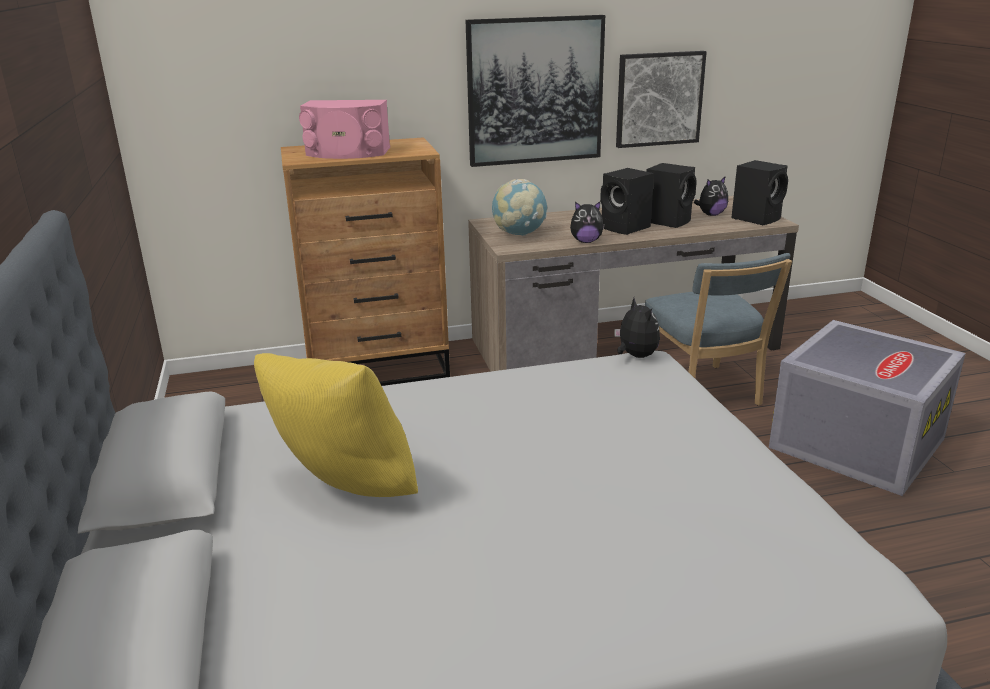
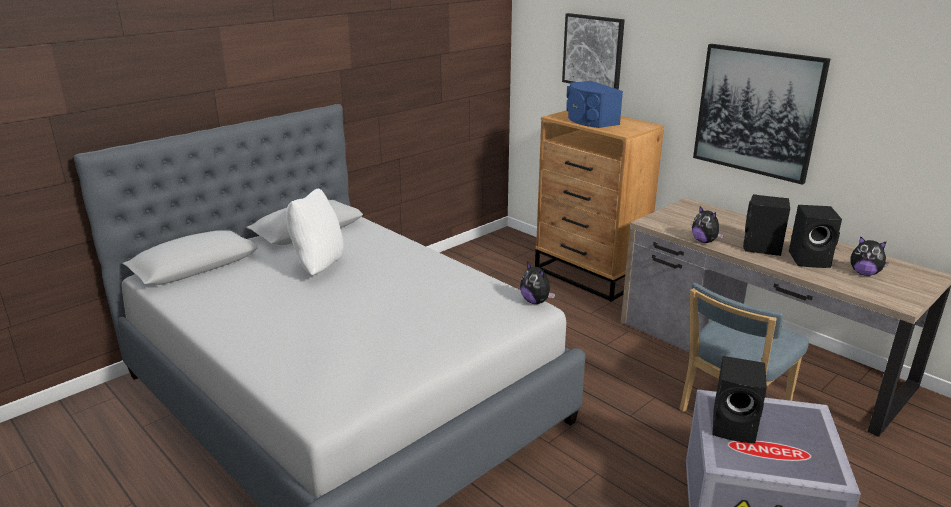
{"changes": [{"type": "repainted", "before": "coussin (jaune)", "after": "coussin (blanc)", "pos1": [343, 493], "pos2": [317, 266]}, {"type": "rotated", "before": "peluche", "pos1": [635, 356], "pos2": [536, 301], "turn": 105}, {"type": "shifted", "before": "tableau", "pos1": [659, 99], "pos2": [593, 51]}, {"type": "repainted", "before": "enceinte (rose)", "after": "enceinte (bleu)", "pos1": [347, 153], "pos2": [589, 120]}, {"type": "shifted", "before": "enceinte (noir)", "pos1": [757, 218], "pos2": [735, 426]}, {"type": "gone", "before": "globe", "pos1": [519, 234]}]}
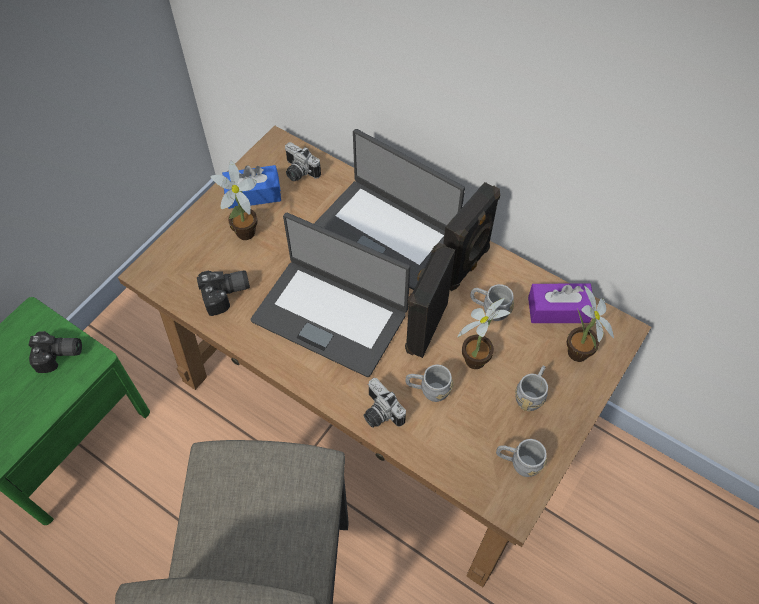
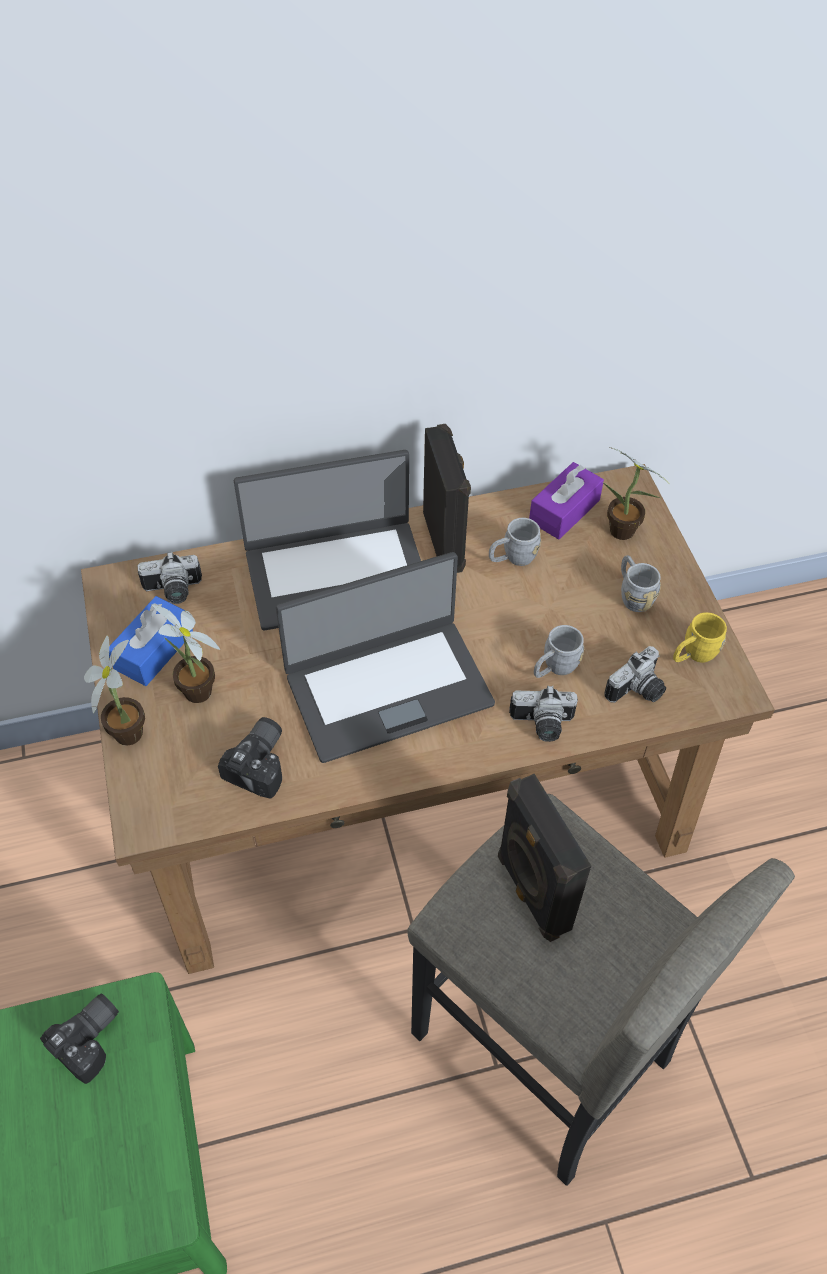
{"changes": [{"type": "shifted", "before": "plante en pot", "pos1": [478, 358], "pos2": [130, 729]}, {"type": "shifted", "before": "enceinte (noir)", "pos1": [425, 326], "pos2": [531, 893]}, {"type": "new", "after": "appareil photo", "pos2": [638, 691]}, {"type": "repainted", "before": "mug (gris)", "after": "mug (jaune)", "pos1": [518, 463], "pos2": [693, 655]}]}
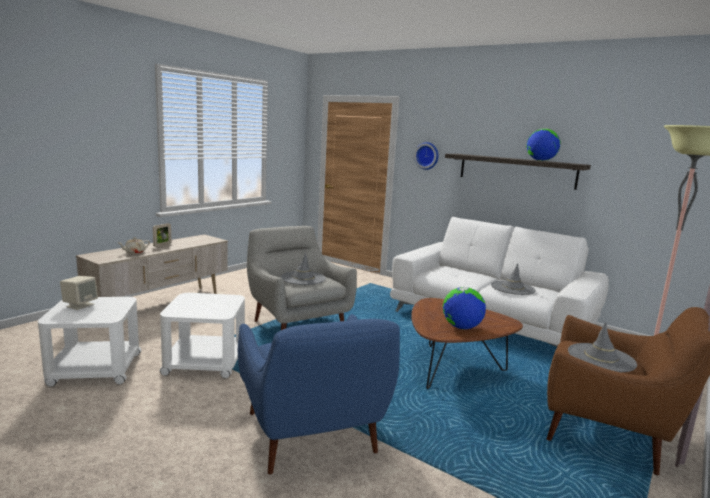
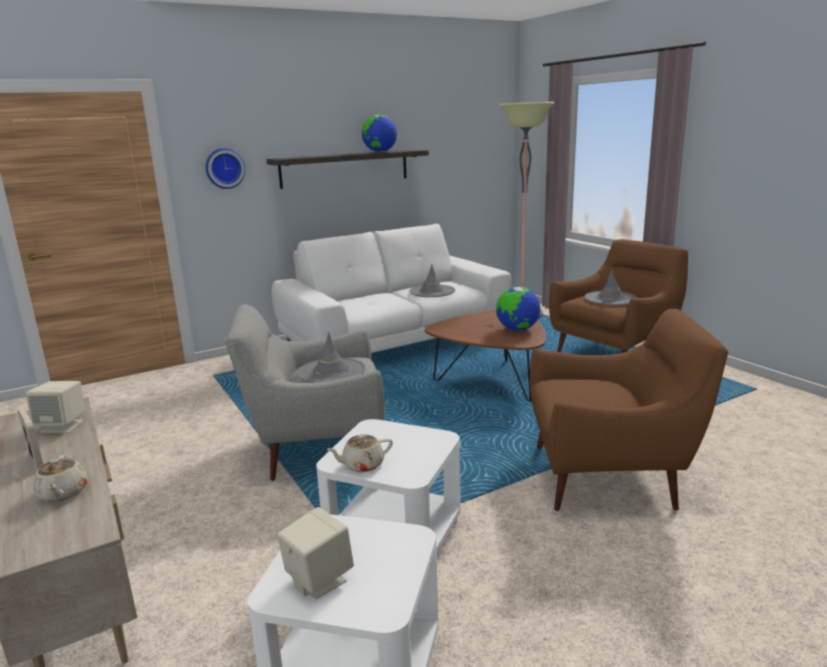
{"changes": [{"type": "new", "after": "enceinte (beige)", "pos2": [63, 426]}, {"type": "new", "after": "théière (beige)", "pos2": [362, 465]}, {"type": "repainted", "before": "fauteuil (bleu)", "after": "fauteuil (marron)", "pos1": [312, 437], "pos2": [610, 476]}]}
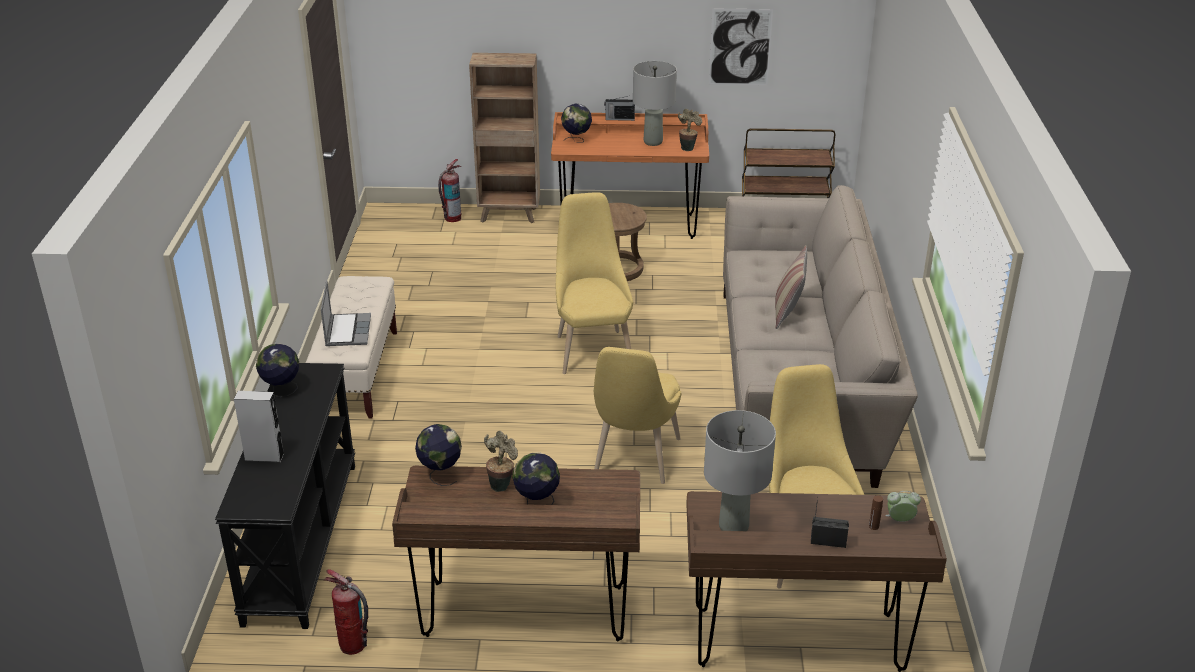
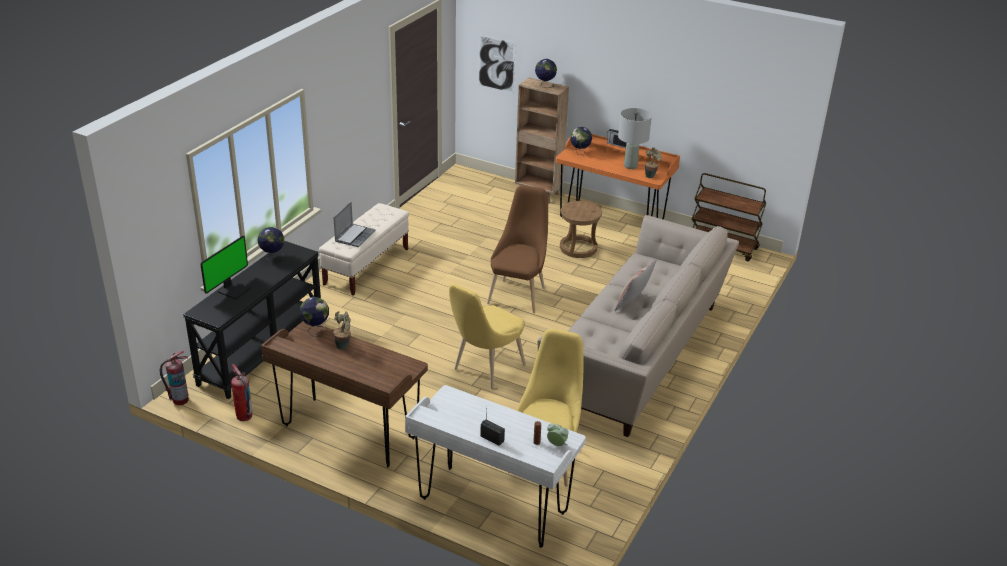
{"changes": [{"type": "shifted", "before": "extincteur", "pos1": [452, 218], "pos2": [180, 400]}, {"type": "swapped", "before": "enceinte (gris)", "after": "écran d'ordinateur", "pos1": [264, 457], "pos2": [233, 290]}, {"type": "repainted", "before": "bureau (marron)", "after": "bureau (blanc)", "pos1": [797, 641], "pos2": [492, 507]}, {"type": "shifted", "before": "tableau", "pos1": [740, 47], "pos2": [496, 64]}, {"type": "repainted", "before": "chaise (jaune)", "after": "chaise (marron)", "pos1": [592, 348], "pos2": [518, 293]}, {"type": "shifted", "before": "globe", "pos1": [537, 504], "pos2": [545, 85]}, {"type": "gone", "before": "lampe de table (gris)", "pos1": [733, 527]}]}
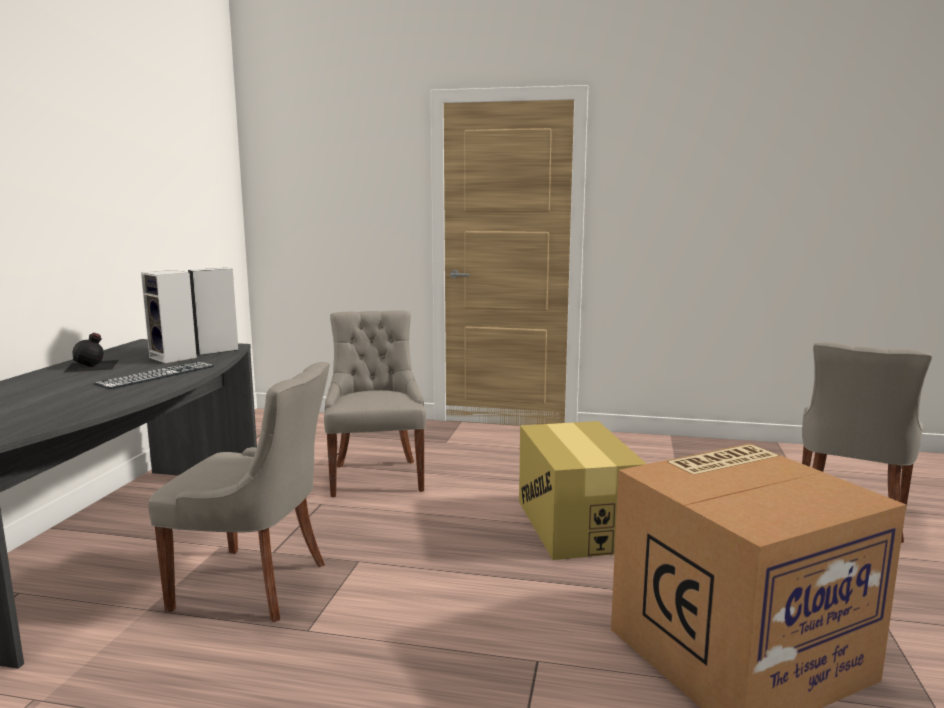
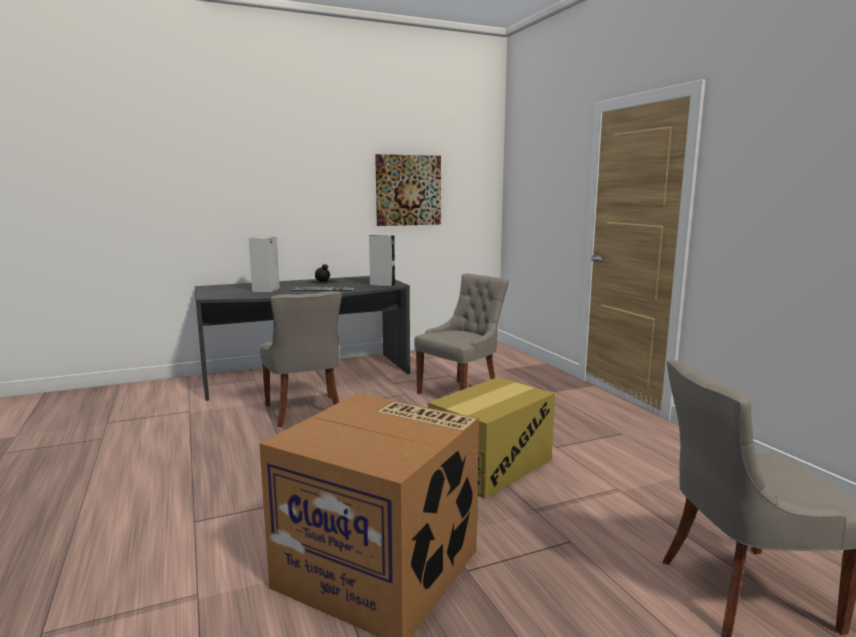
{"changes": [{"type": "shifted", "before": "enceinte", "pos1": [174, 358], "pos2": [266, 290]}, {"type": "new", "after": "tableau", "pos2": [408, 190]}]}
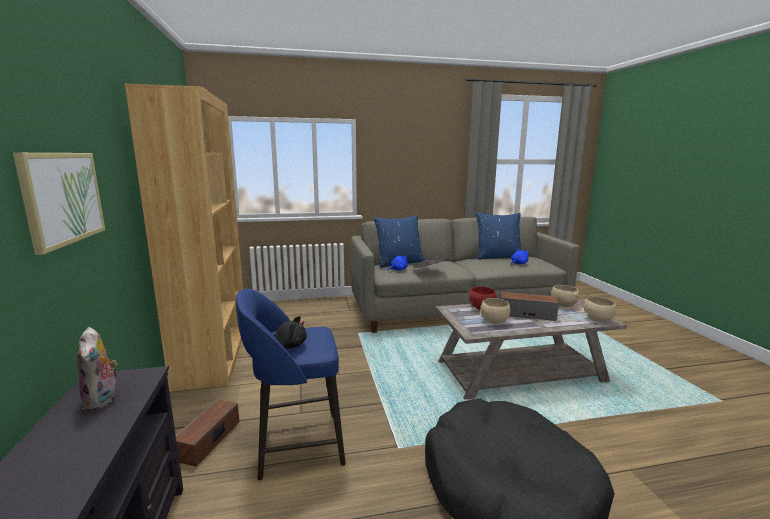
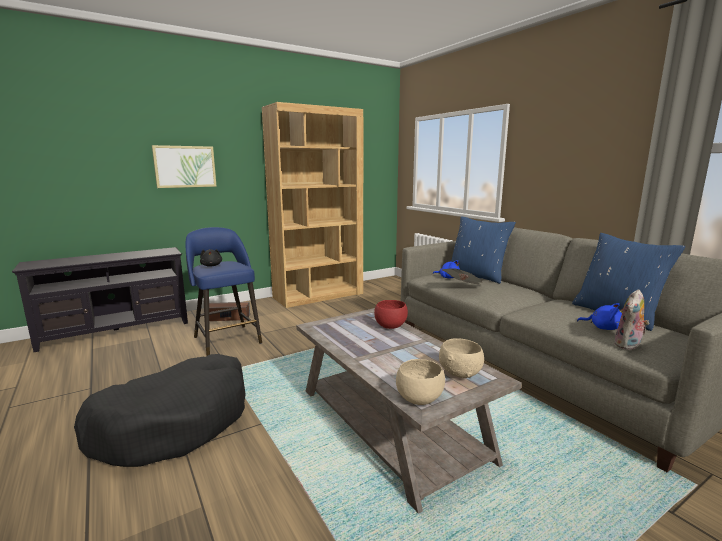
{"changes": [{"type": "shifted", "before": "peluche", "pos1": [102, 400], "pos2": [628, 345]}, {"type": "gone", "before": "bol (beige)", "pos1": [494, 321]}, {"type": "gone", "before": "enceinte", "pos1": [526, 314]}]}
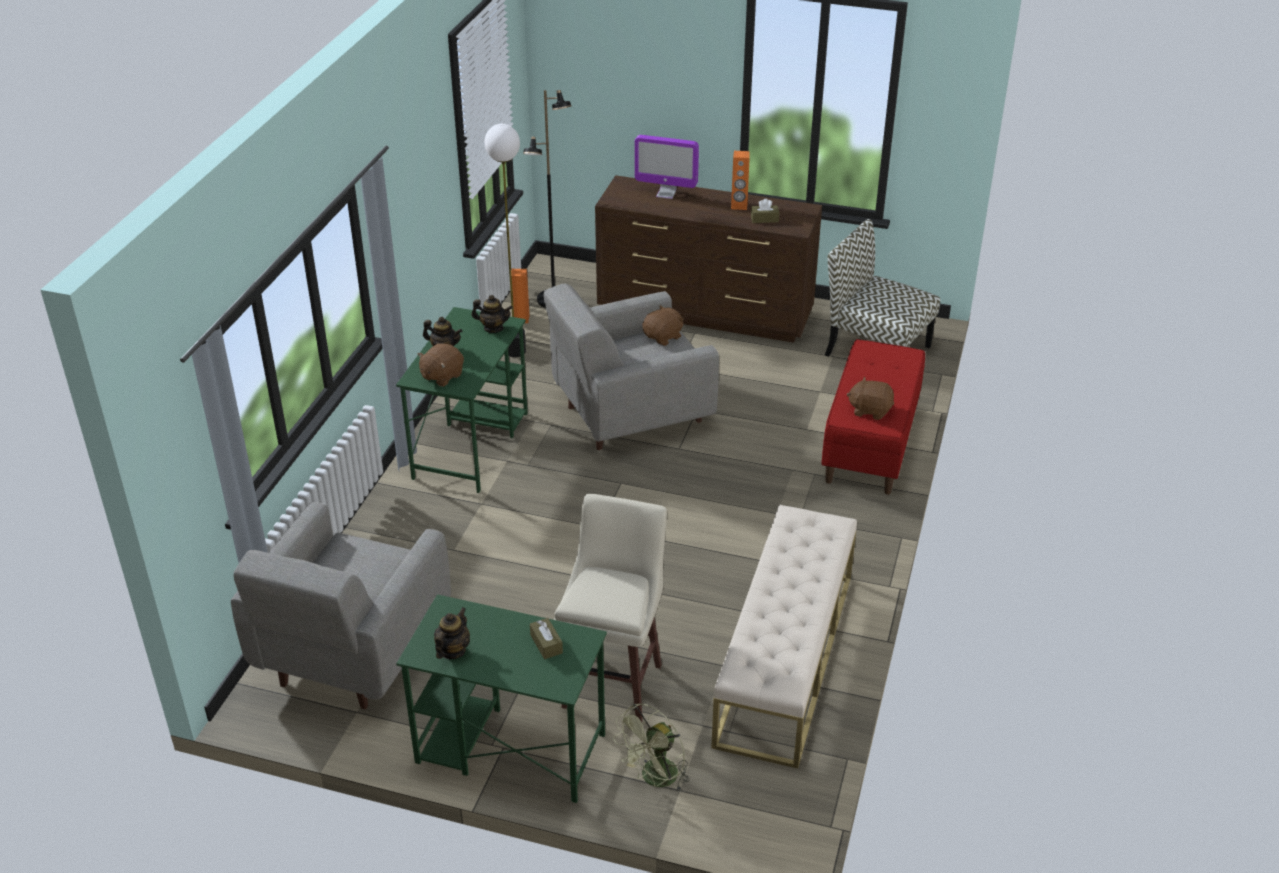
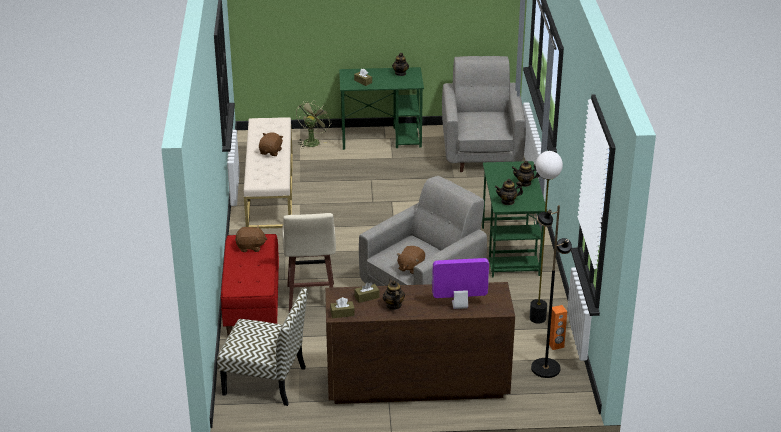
{"changes": [{"type": "shifted", "before": "peluche (marron)", "pos1": [441, 376], "pos2": [271, 152]}, {"type": "shifted", "before": "tabouret (beige)", "pos1": [614, 683], "pos2": [311, 299]}, {"type": "new", "after": "boîte à mouchoirs (marron)", "pos2": [342, 313]}, {"type": "swapped", "before": "enceinte (orange)", "after": "théière", "pos1": [739, 206], "pos2": [393, 305]}]}
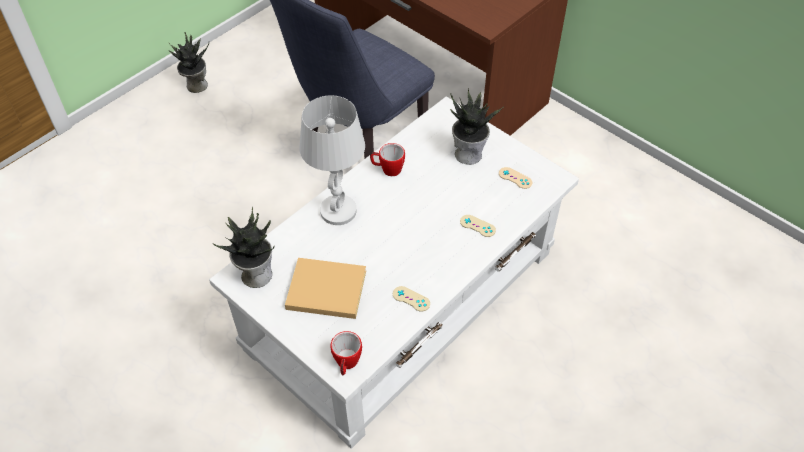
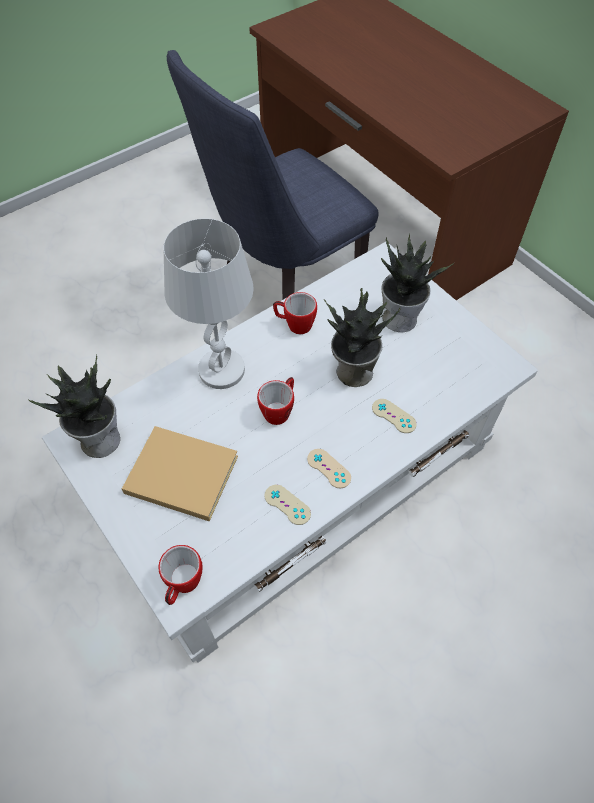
{"changes": [{"type": "new", "after": "mug", "pos2": [280, 410]}, {"type": "shifted", "before": "manette (beige)", "pos1": [515, 178], "pos2": [329, 468]}, {"type": "shifted", "before": "plante en pot", "pos1": [196, 85], "pos2": [352, 372]}]}
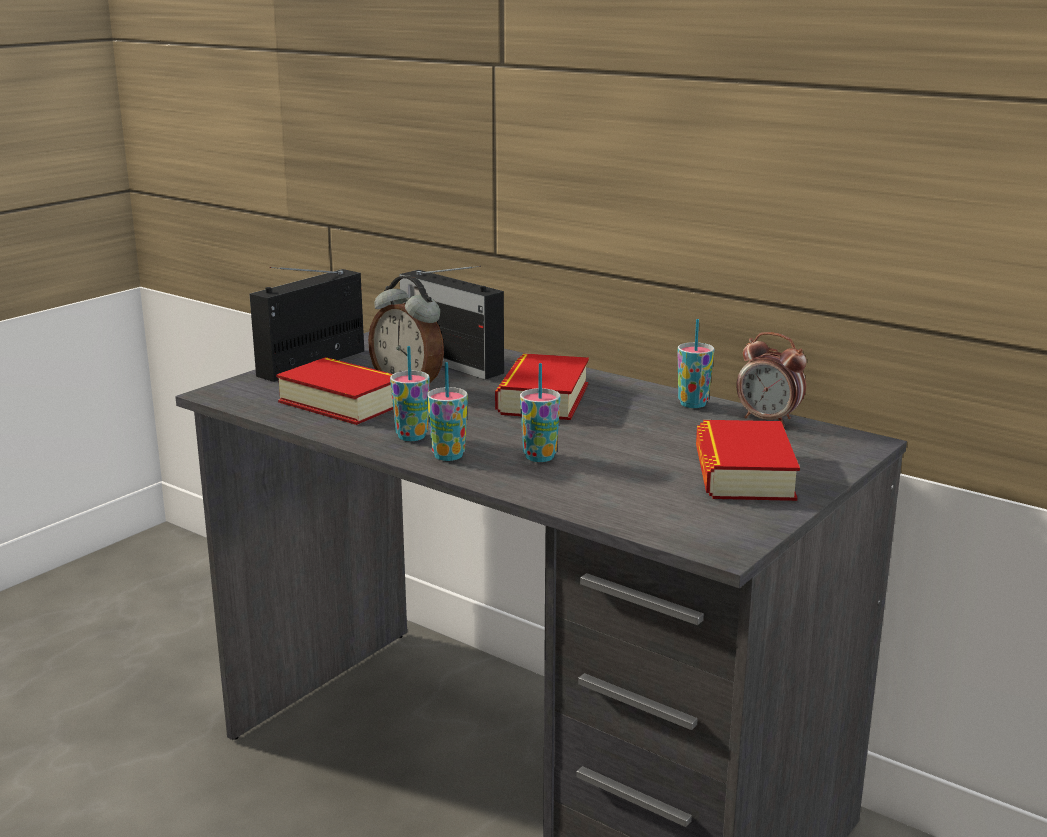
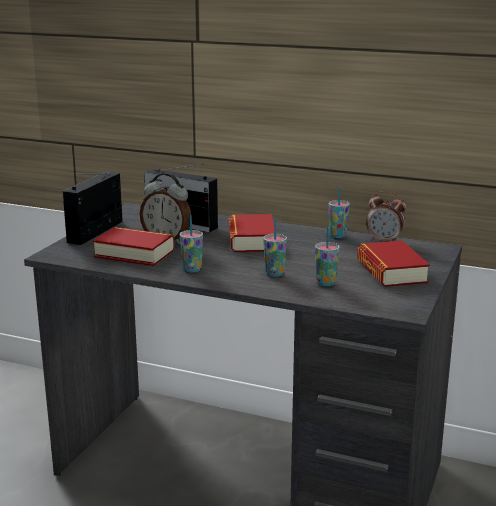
{"changes": [{"type": "shifted", "before": "tasse", "pos1": [448, 456], "pos2": [326, 283]}]}
